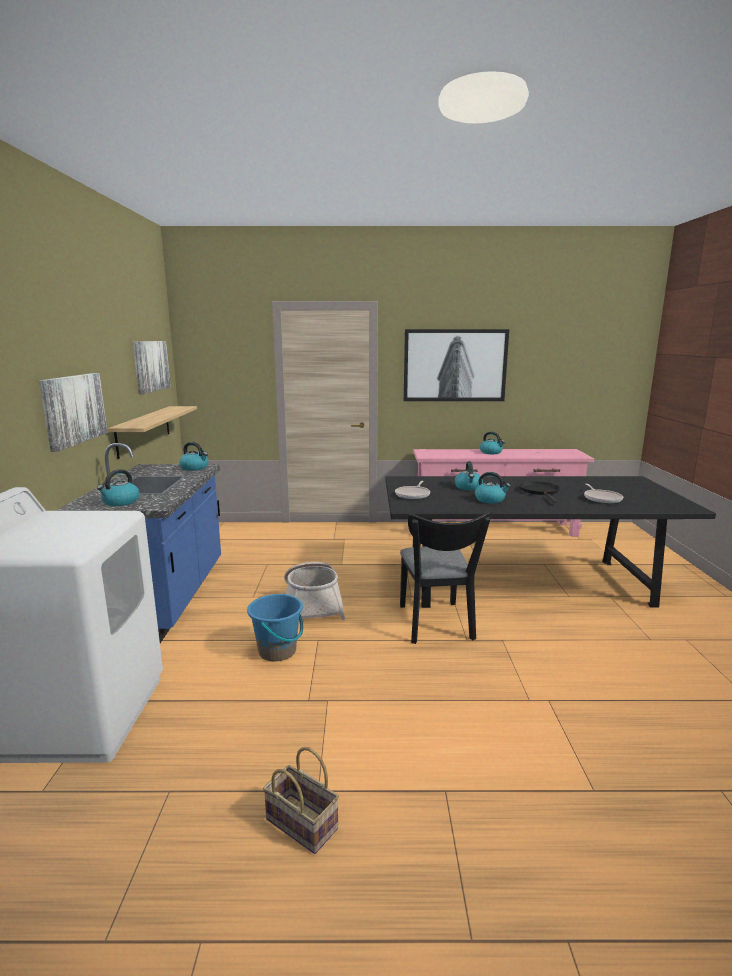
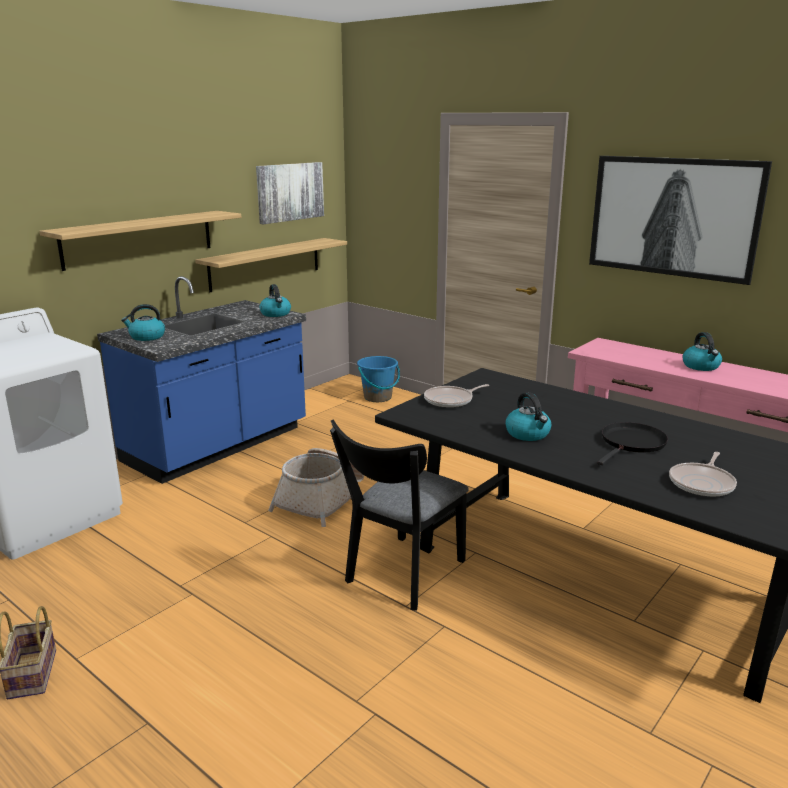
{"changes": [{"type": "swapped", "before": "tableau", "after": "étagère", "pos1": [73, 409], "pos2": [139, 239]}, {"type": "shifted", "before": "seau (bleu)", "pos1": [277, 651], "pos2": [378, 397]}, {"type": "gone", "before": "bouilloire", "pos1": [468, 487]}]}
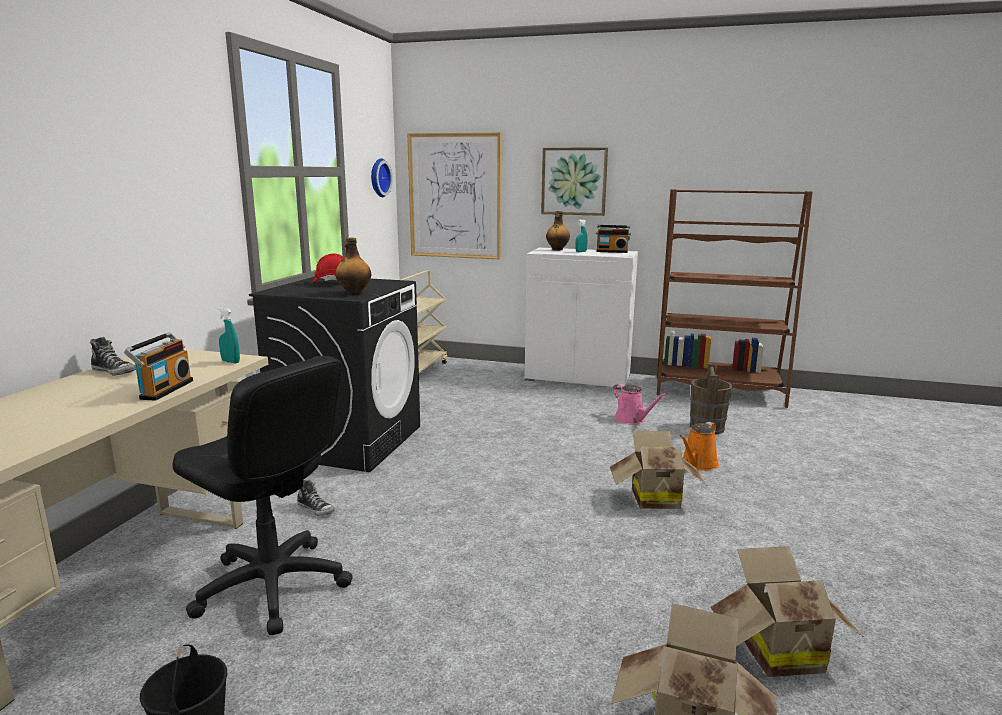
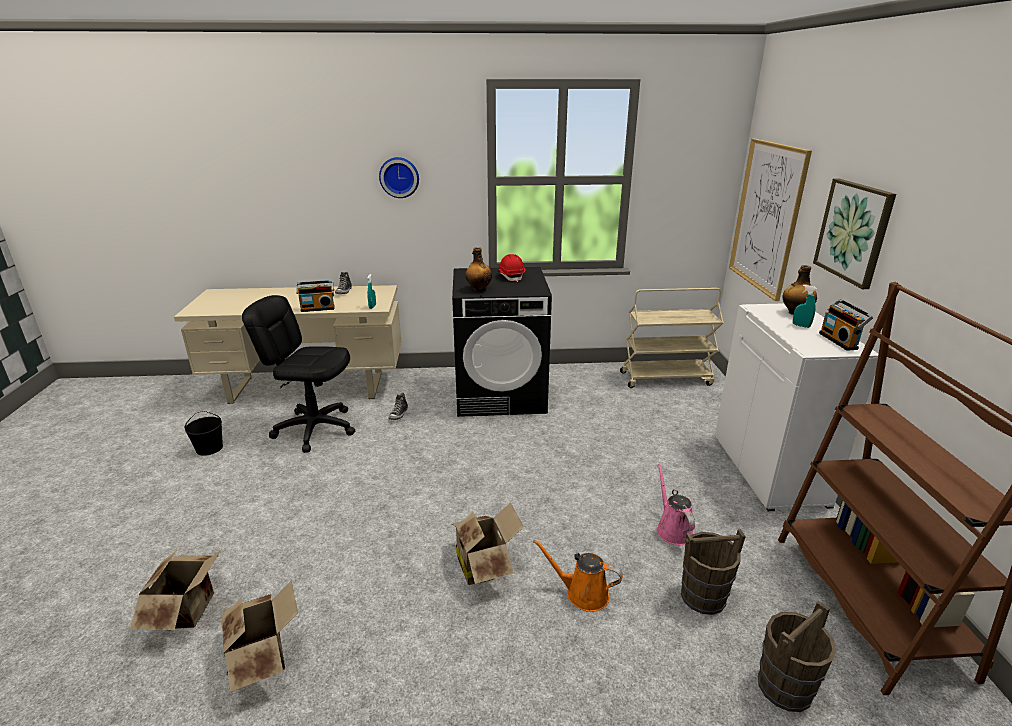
{"changes": [{"type": "rotated", "before": "chaise de bureau (noir)", "pos1": [272, 586], "pos2": [315, 429], "turn": 90}, {"type": "shifted", "before": "horloge murale", "pos1": [378, 178], "pos2": [399, 177]}, {"type": "rotated", "before": "arrosoir (rose)", "pos1": [632, 419], "pos2": [672, 529], "turn": 135}, {"type": "new", "after": "seau (marron)", "pos2": [785, 687]}]}
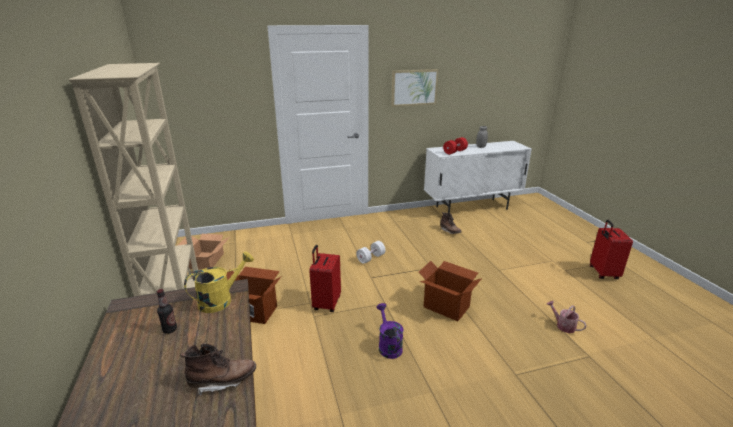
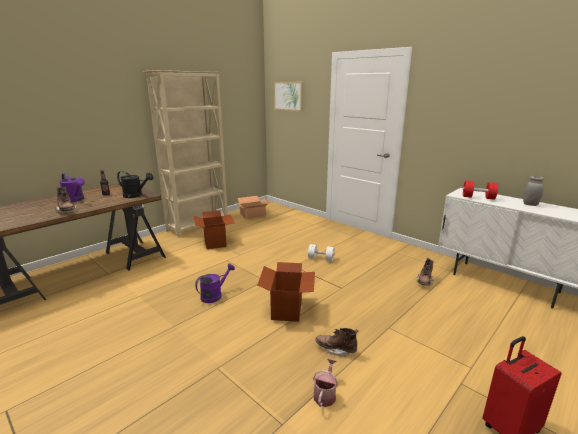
{"changes": [{"type": "new", "after": "arrosoir (violet)", "pos2": [75, 200]}, {"type": "repainted", "before": "arrosoir (jaune)", "after": "arrosoir (noir)", "pos1": [221, 300], "pos2": [136, 195]}, {"type": "shifted", "before": "tableau", "pos1": [414, 87], "pos2": [288, 96]}, {"type": "new", "after": "botte (marron)", "pos2": [336, 349]}, {"type": "gone", "before": "valise (rouge)", "pos1": [326, 303]}]}
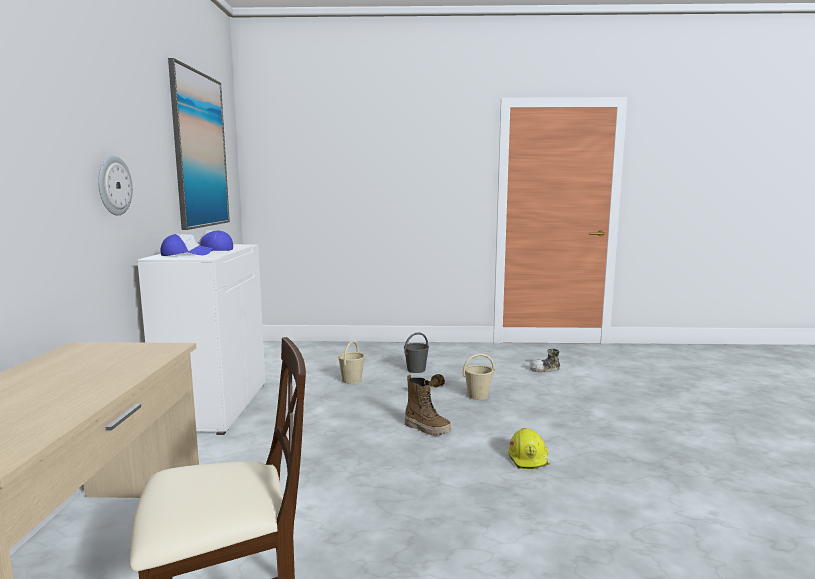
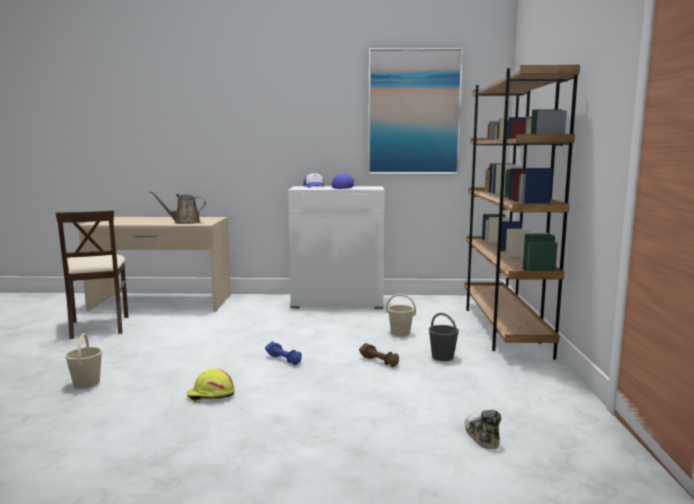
{"changes": [{"type": "shifted", "before": "seau (beige)", "pos1": [478, 396], "pos2": [86, 383]}, {"type": "new", "after": "arrosoir (marron)", "pos2": [184, 222]}, {"type": "swapped", "before": "botte", "after": "haltère (bleu)", "pos1": [427, 429], "pos2": [284, 360]}, {"type": "new", "after": "bibliothèque (marron)", "pos2": [503, 328]}, {"type": "gone", "before": "horloge murale", "pos1": [114, 185]}]}
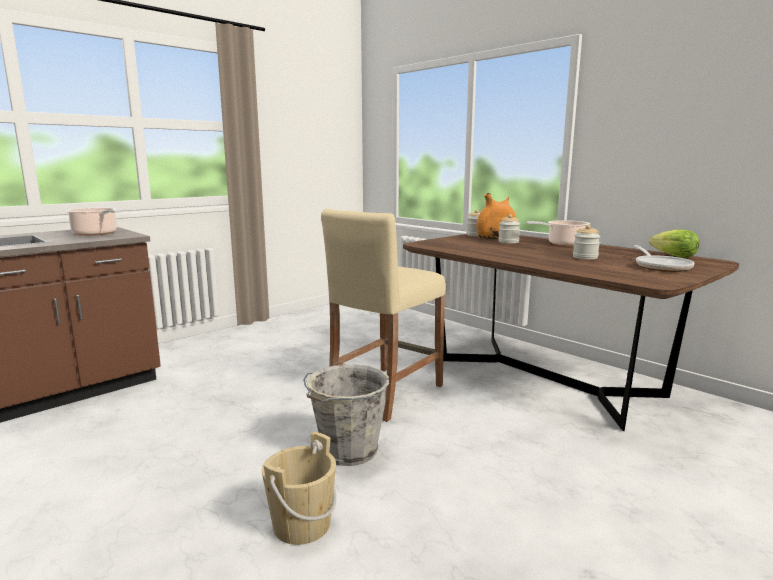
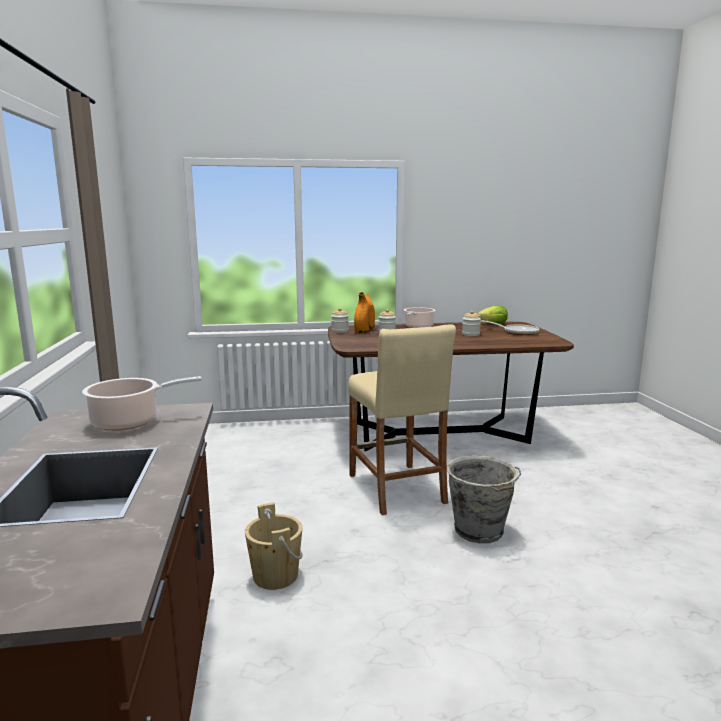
{"changes": [{"type": "shifted", "before": "seau (beige)", "pos1": [301, 525], "pos2": [275, 576]}]}
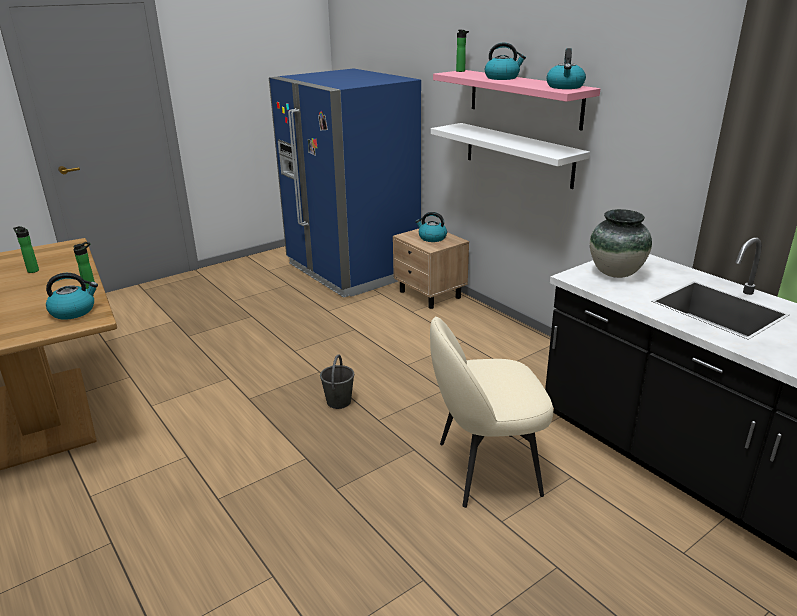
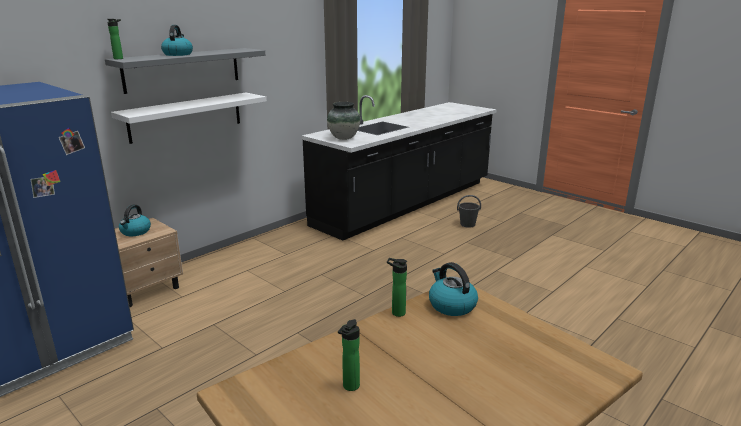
{"changes": [{"type": "repainted", "before": "étagère (rose)", "after": "étagère (gris)", "pos1": [524, 98], "pos2": [183, 69]}, {"type": "shifted", "before": "seau (gris)", "pos1": [339, 401], "pos2": [467, 224]}, {"type": "gone", "before": "chaise (beige)", "pos1": [485, 468]}, {"type": "gone", "before": "bouilloire", "pos1": [565, 87]}]}
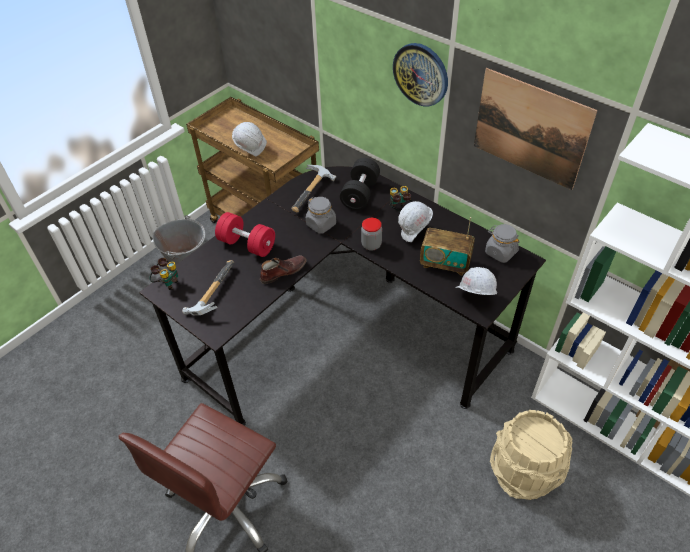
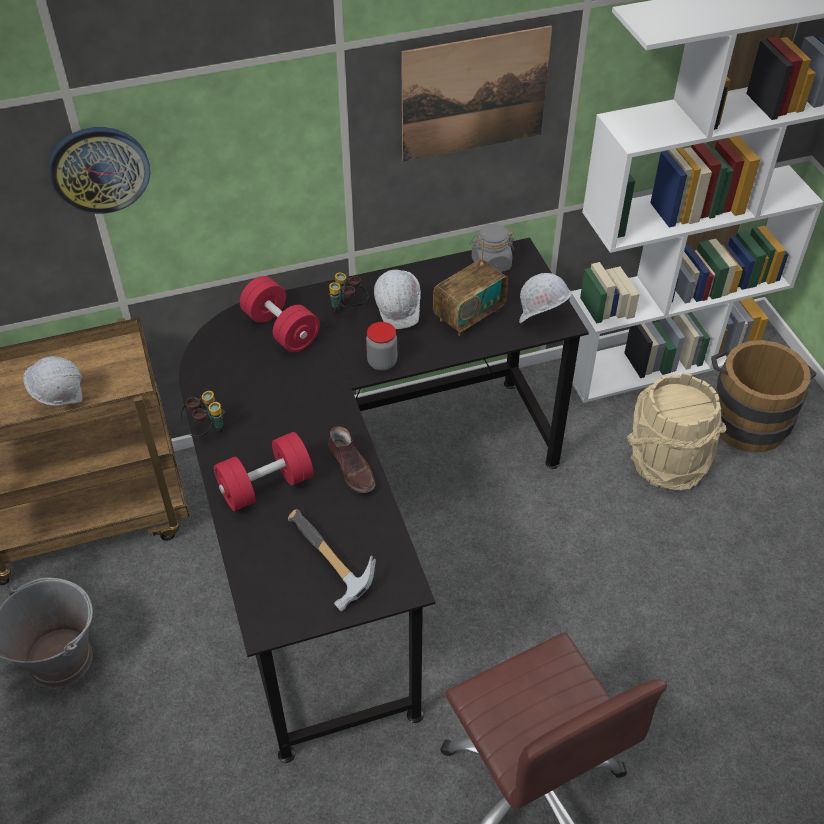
{"changes": [{"type": "shifted", "before": "horloge murale", "pos1": [421, 74], "pos2": [99, 169]}, {"type": "shifted", "before": "jumelles", "pos1": [167, 282], "pos2": [206, 430]}, {"type": "repainted", "before": "haltère (noir)", "after": "haltère (rouge)", "pos1": [360, 194], "pos2": [281, 329]}, {"type": "rotated", "before": "chaussure (marron)", "pos1": [283, 271], "pos2": [352, 469], "turn": 150}, {"type": "new", "after": "seau (marron)", "pos2": [747, 417]}, {"type": "gone", "before": "marteau", "pos1": [314, 193]}, {"type": "gone", "before": "bocal (gris)", "pos1": [321, 224]}]}
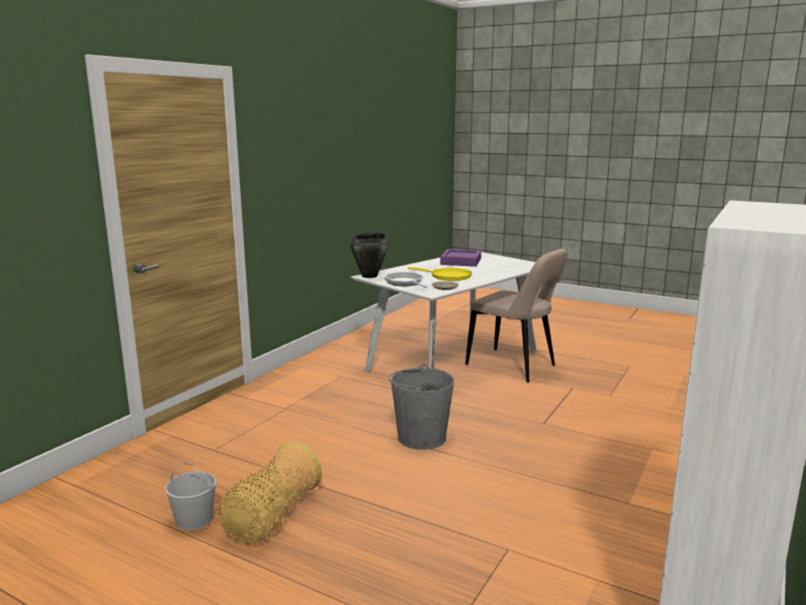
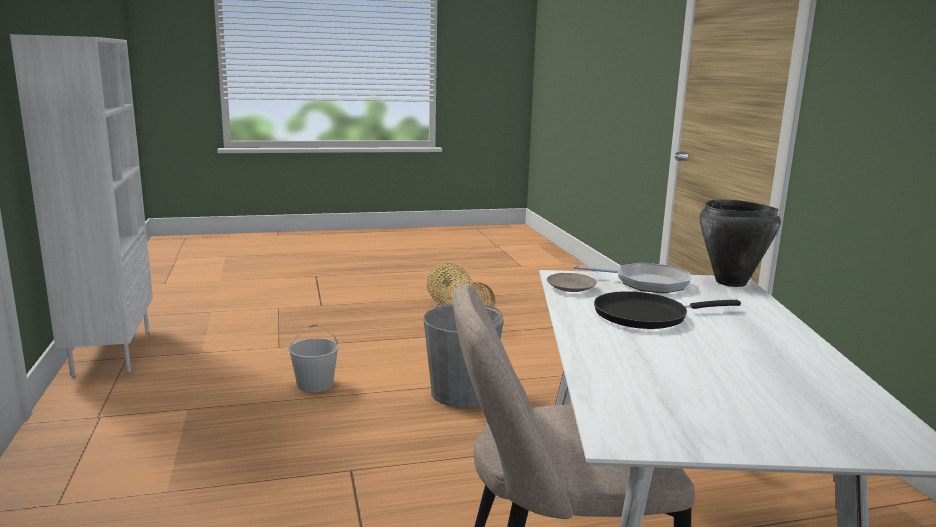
{"changes": [{"type": "shifted", "before": "seau (blanc)", "pos1": [193, 519], "pos2": [315, 384]}, {"type": "repainted", "before": "poêle (jaune)", "after": "poêle (noir)", "pos1": [448, 276], "pos2": [646, 315]}, {"type": "gone", "before": "plateau (violet)", "pos1": [461, 262]}]}
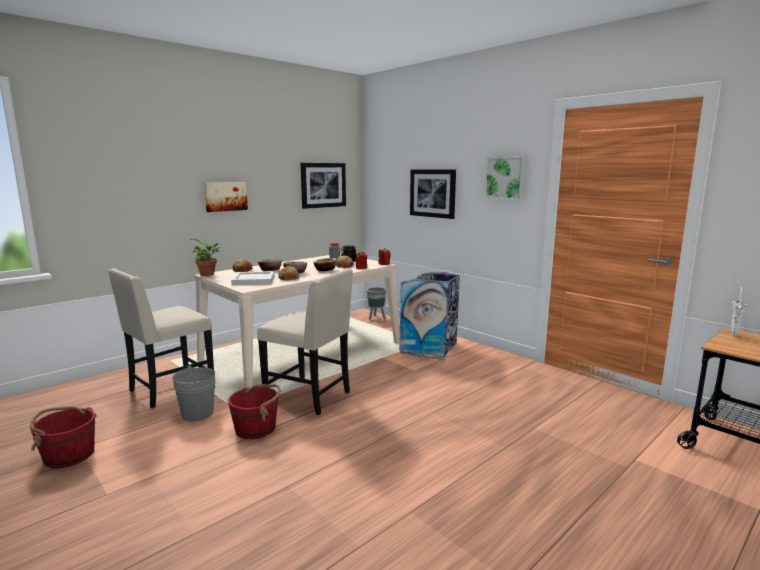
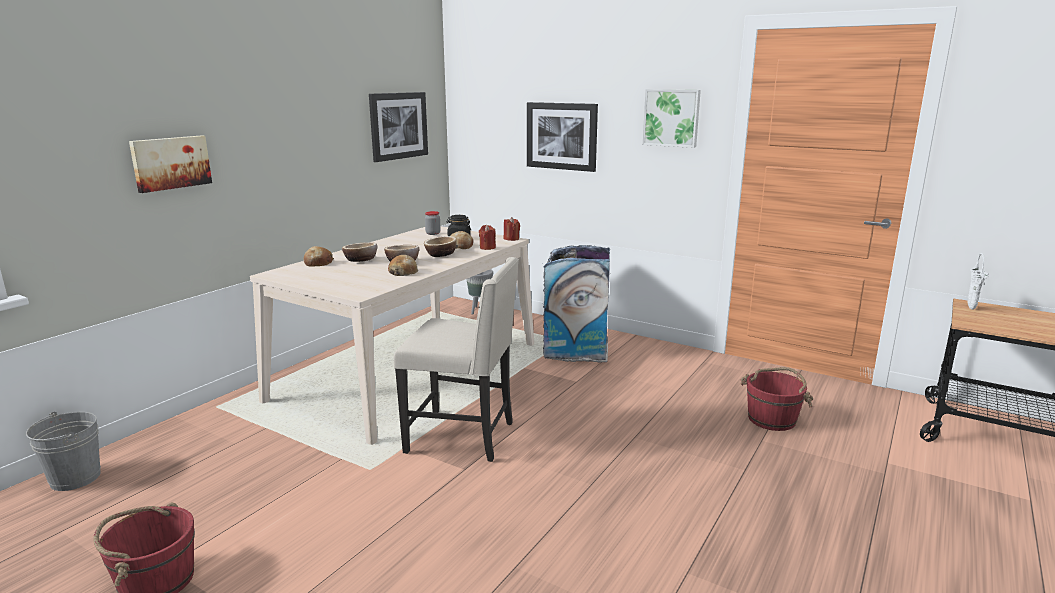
{"changes": [{"type": "shifted", "before": "seau (gris)", "pos1": [197, 413], "pos2": [75, 478]}, {"type": "shifted", "before": "tableau", "pos1": [225, 196], "pos2": [170, 163]}, {"type": "shifted", "before": "seau (rouge)", "pos1": [256, 428], "pos2": [772, 419]}, {"type": "gone", "before": "chaise (beige)", "pos1": [170, 390]}, {"type": "gone", "before": "plante en pot", "pos1": [209, 274]}, {"type": "gone", "before": "plateau (blanc)", "pos1": [253, 280]}]}
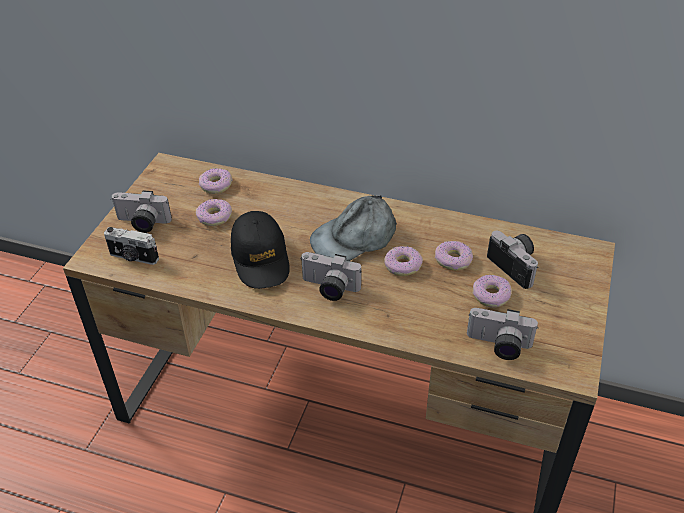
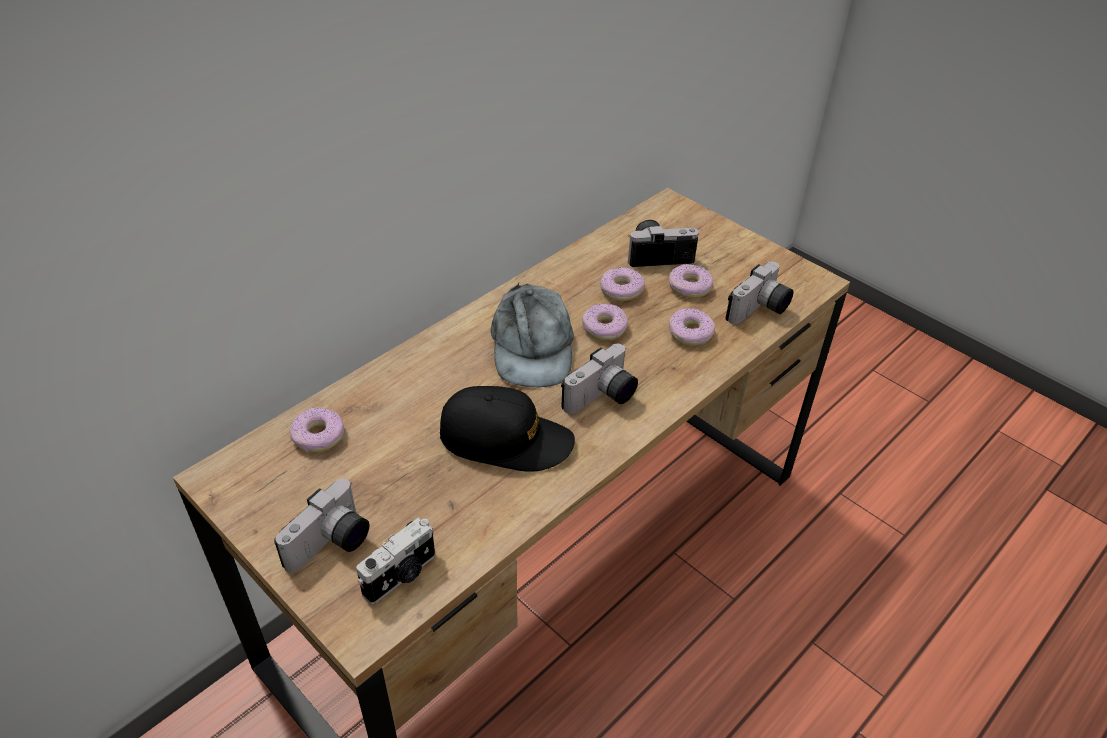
{"changes": [{"type": "shifted", "before": "beignet", "pos1": [215, 217], "pos2": [690, 333]}]}
